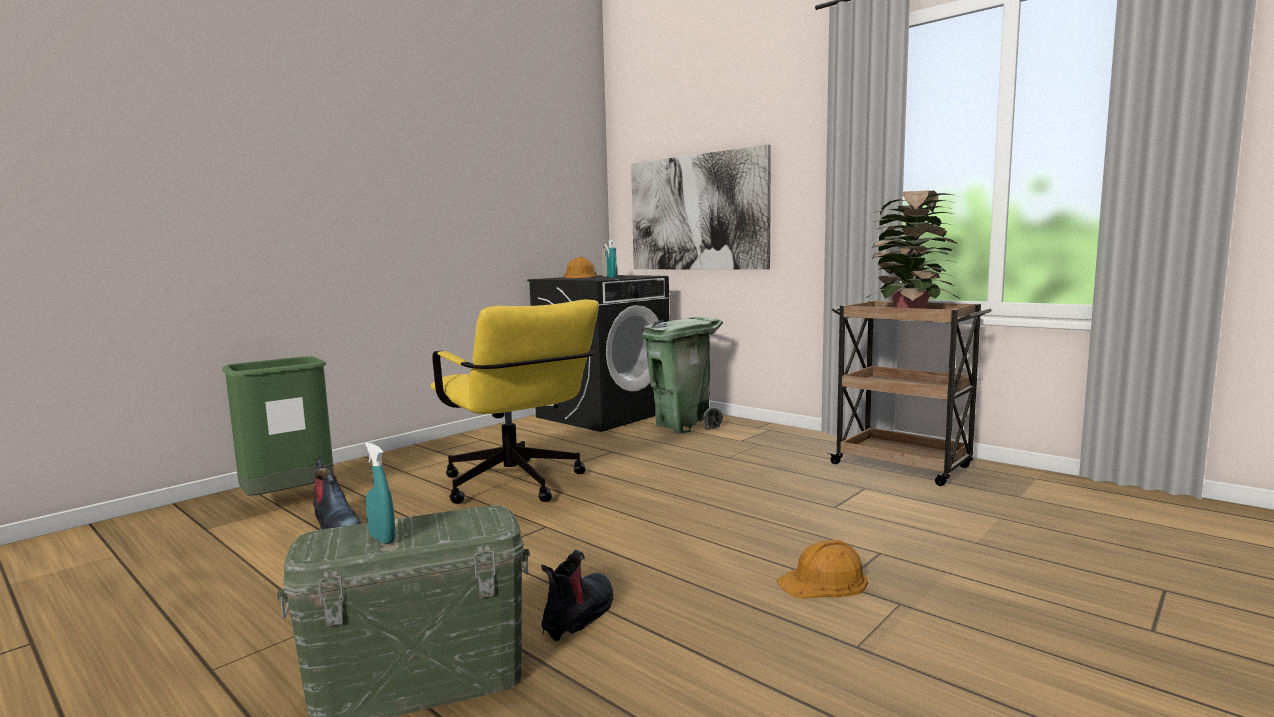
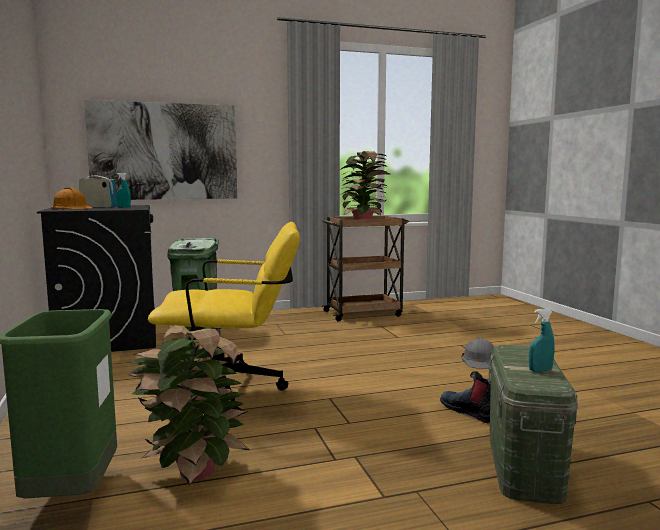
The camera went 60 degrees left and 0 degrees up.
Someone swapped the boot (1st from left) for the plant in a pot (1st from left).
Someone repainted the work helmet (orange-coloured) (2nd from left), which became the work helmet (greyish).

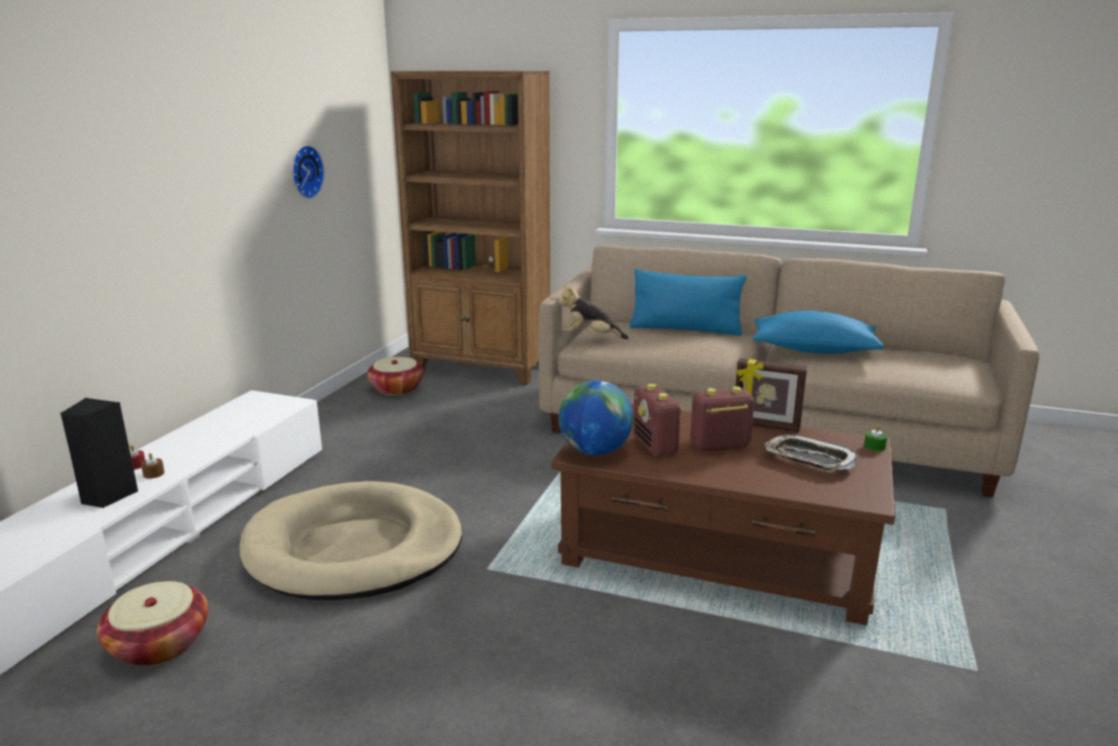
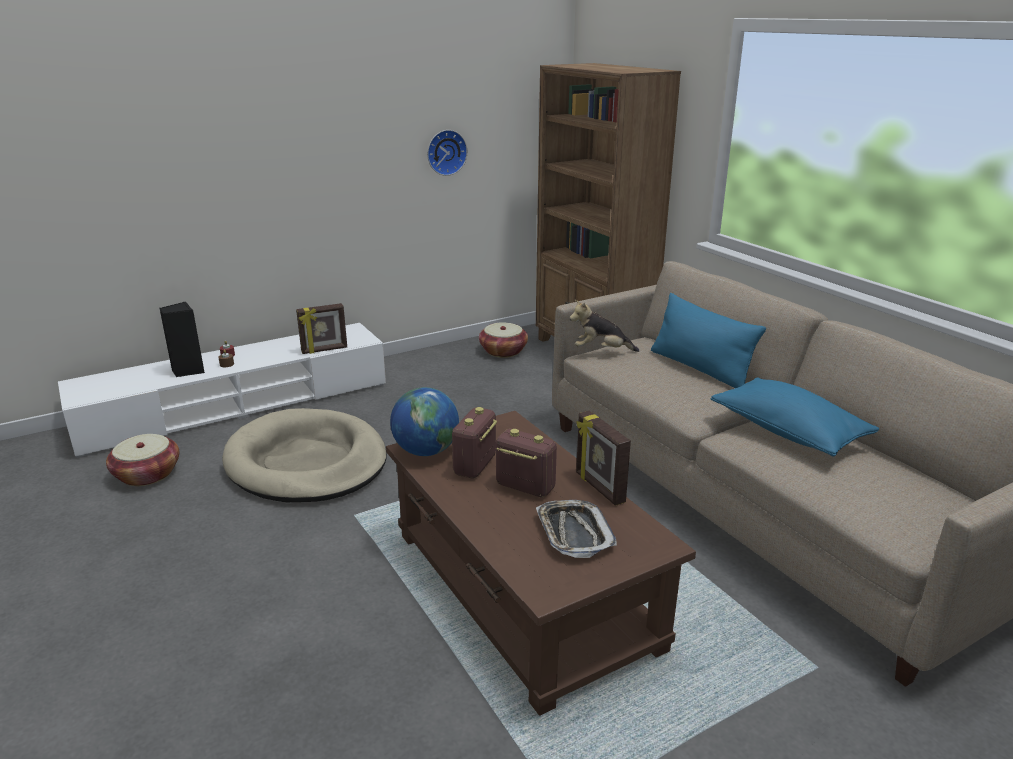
The camera went 40 degrees right and 5 degrees up.
Someone rotated the plush toy by 45 degrees counterclockwise.
Someone took away the wax candle (greenish).
Someone put down the photo frame (1st from left).

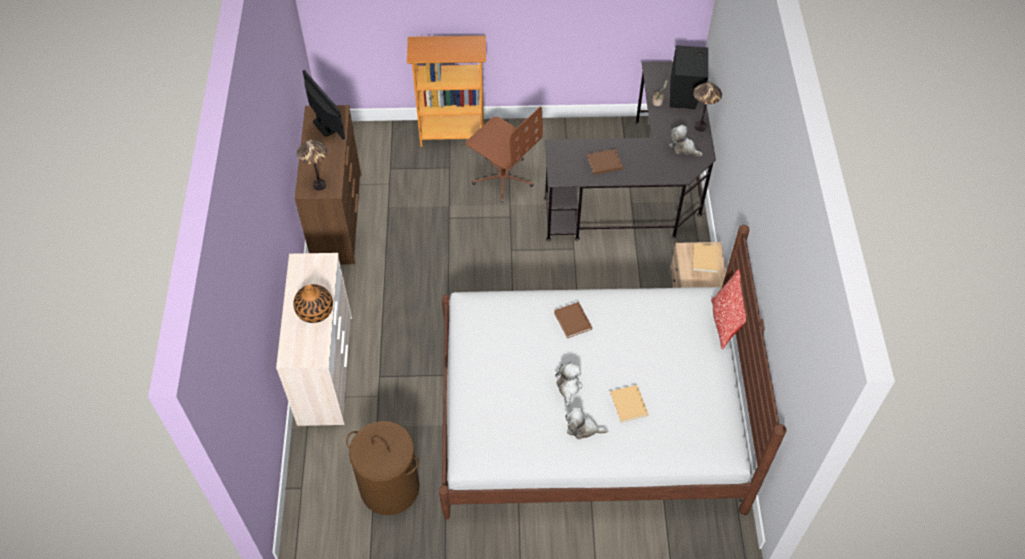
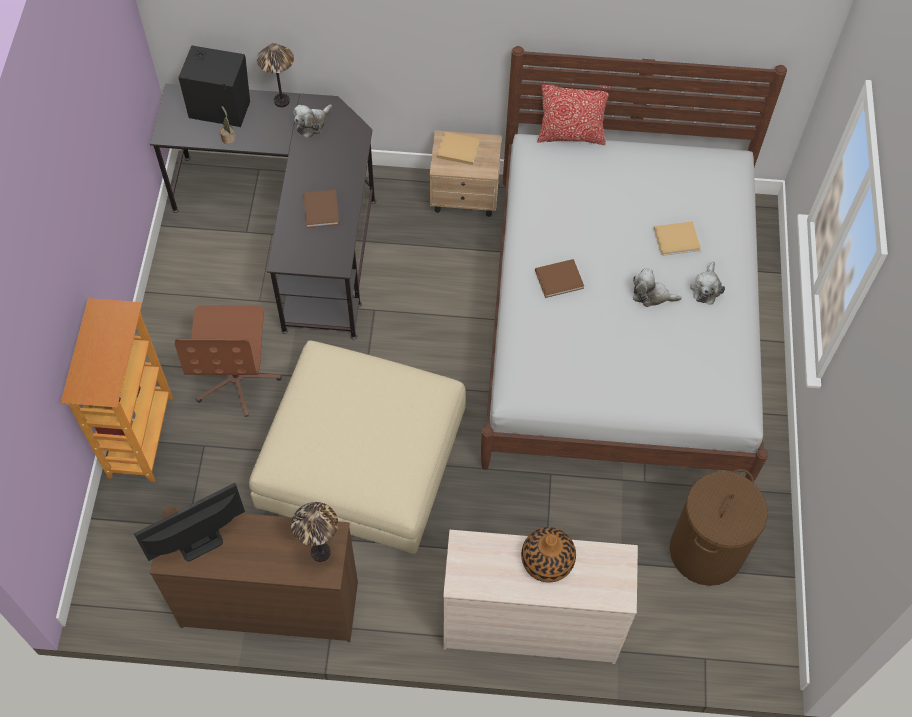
The camera went 85 degrees left and 5 degrees up.
Someone rotated the office chair (brown) by 135 degrees clockwise.
Someone put down the footrest (beige).

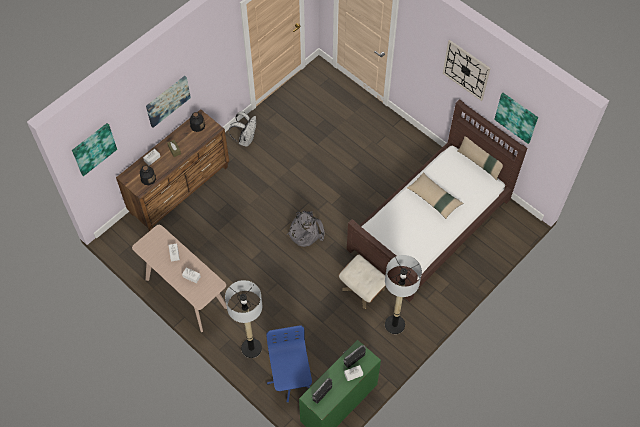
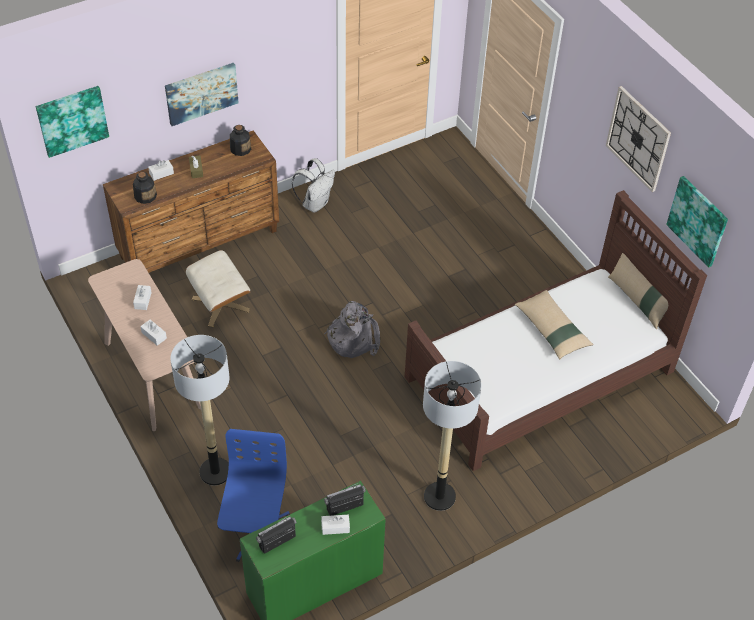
The camera went 15 degrees right and 10 degrees down.
Someone carried the footrest (beige).

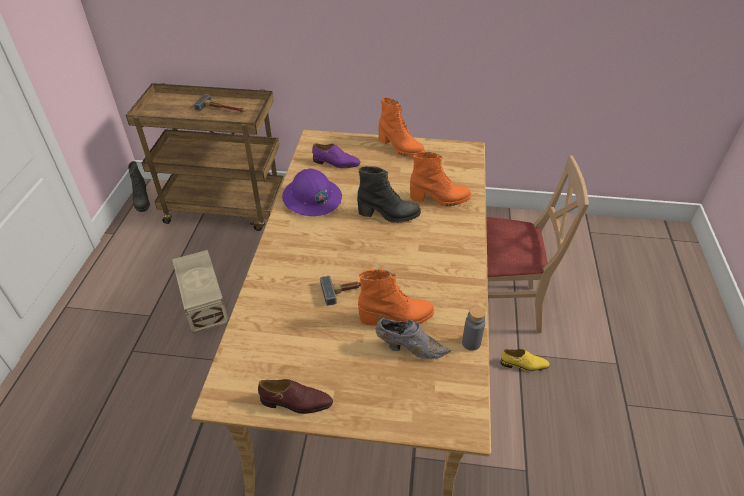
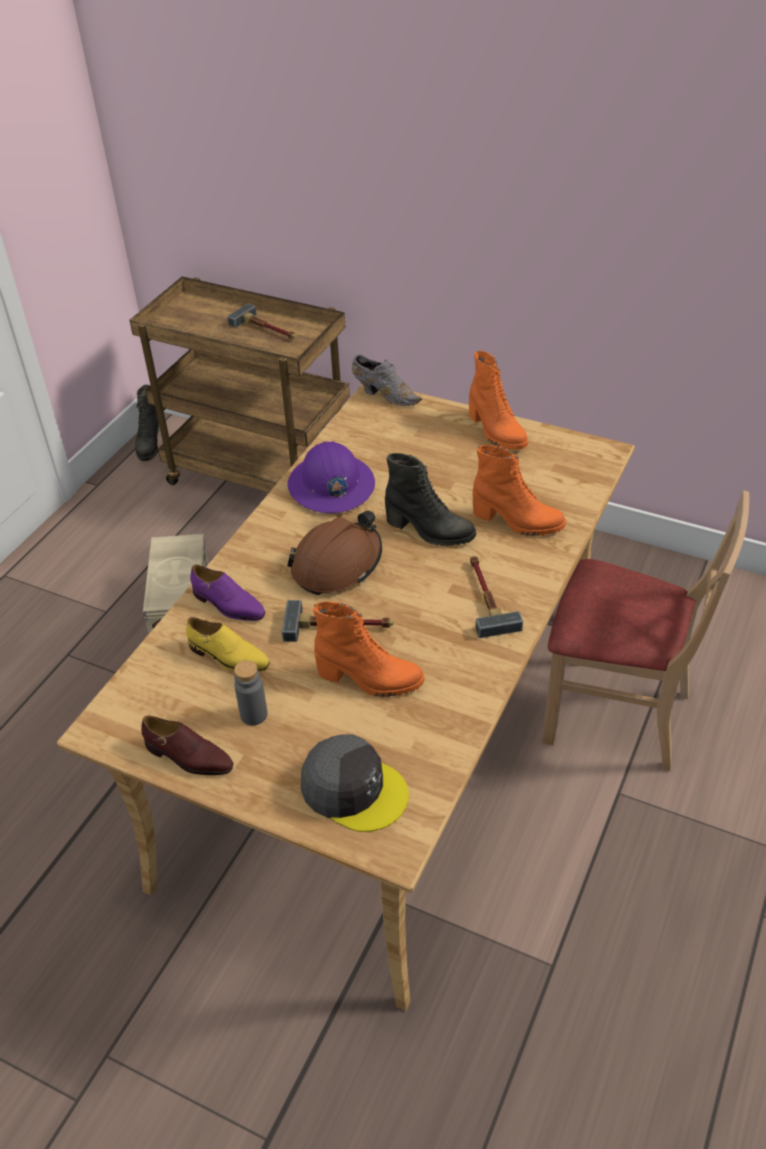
The camera went 20 degrees right and 0 degrees up.
Someone carried the shoe (purplish).
Someone carried the shoe (greyish).
Someone carried the beverage bottle (greyish).
Someone carried the shoe (yellow-coloured).
Someone put down the work helmet (brown).
Someone put down the peaked cap (greyish).
Someone put down the hammer (3rd from left).

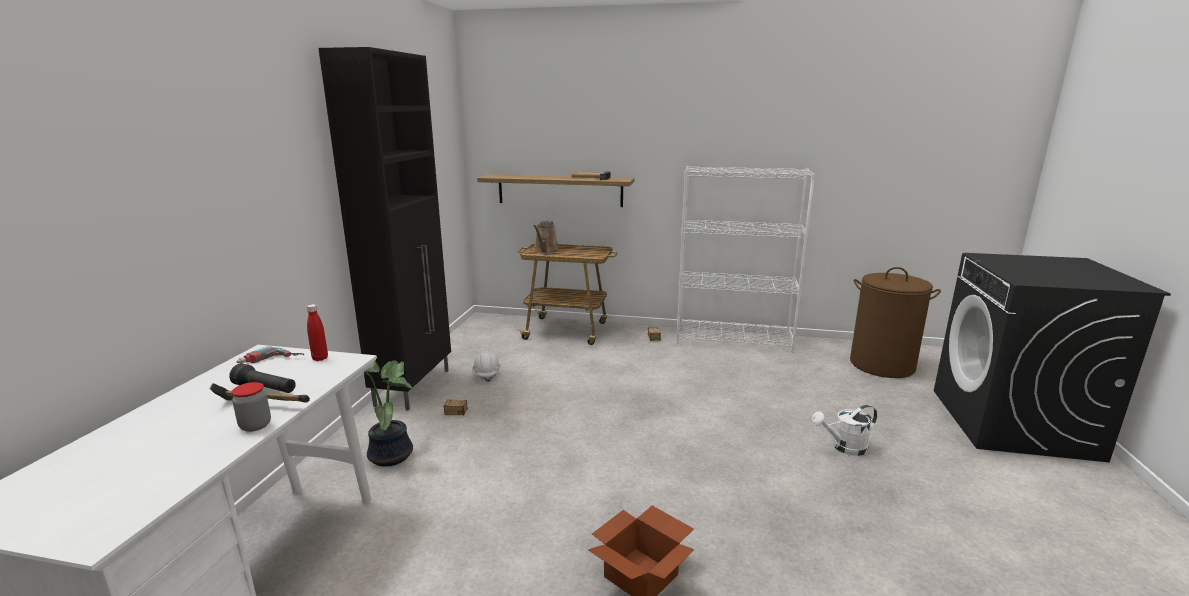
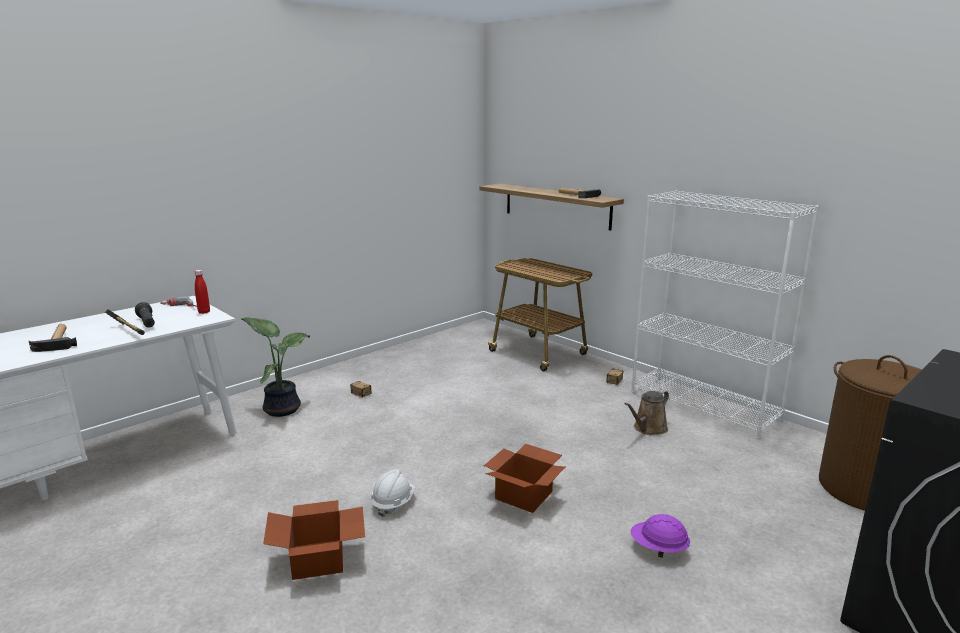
The camera went 35 degrees right and 0 degrees up.
Someone took away the preserve jar.
Someone took away the cabinet (blackish).
Someone carried the work helmet (white).
Someone carried the watering can (brown).
Someone swapped the watering can (white) for the work helmet (purplish).
Someone put down the hammer (1st from left).
Someone put down the carton (2nd from left).

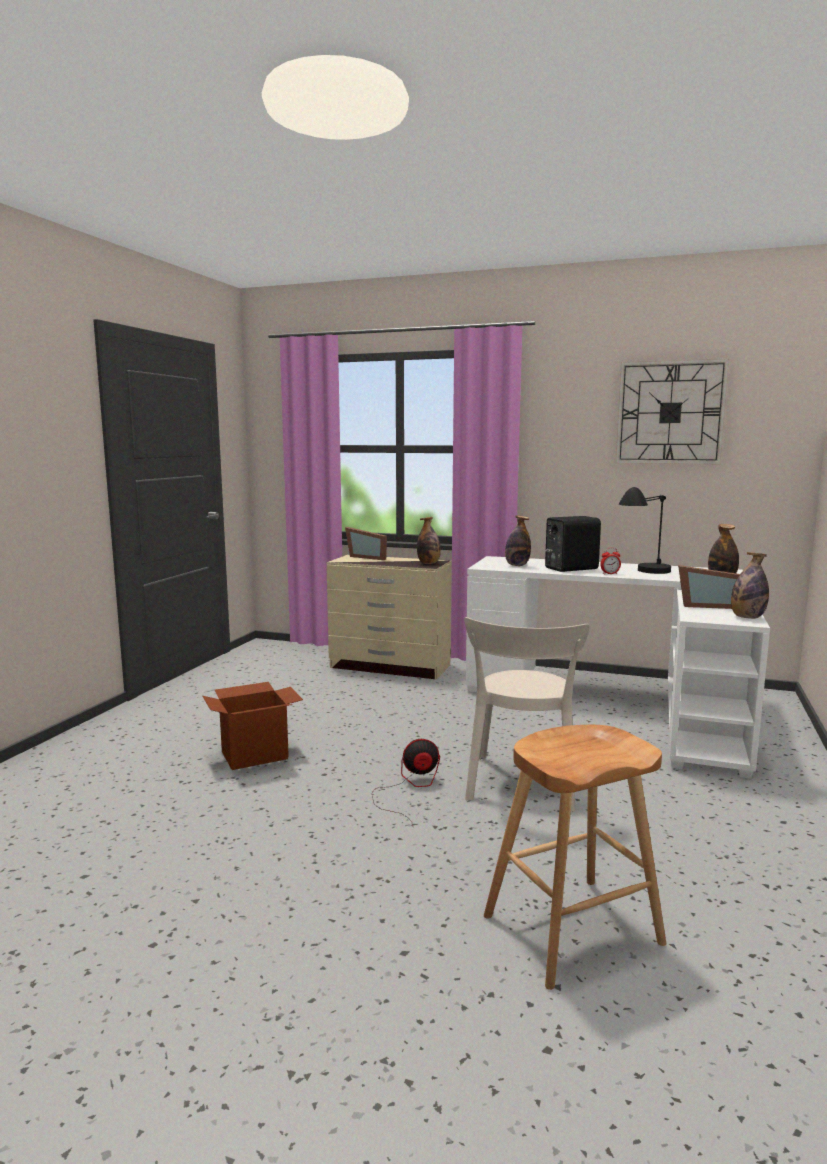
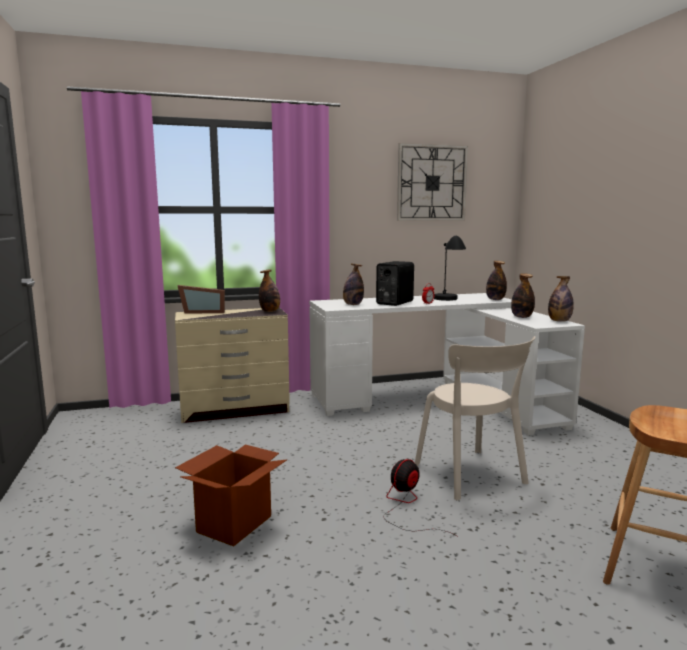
The camera went 35 degrees left and 0 degrees up.
Someone swapped the photo frame (2nd from left) for the beverage bottle (4th from left).

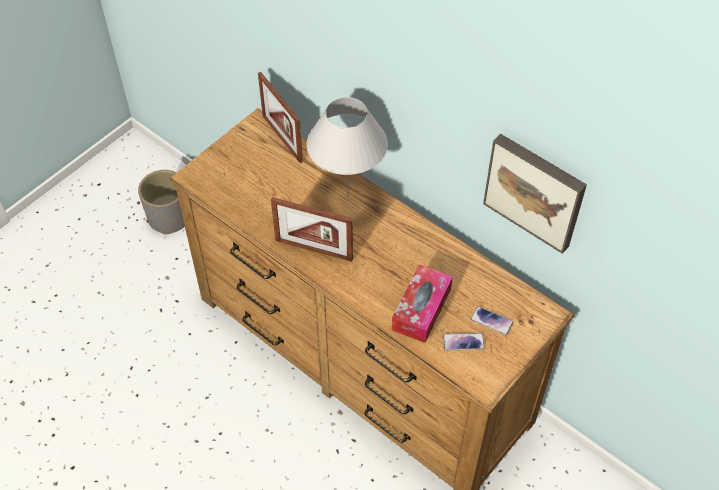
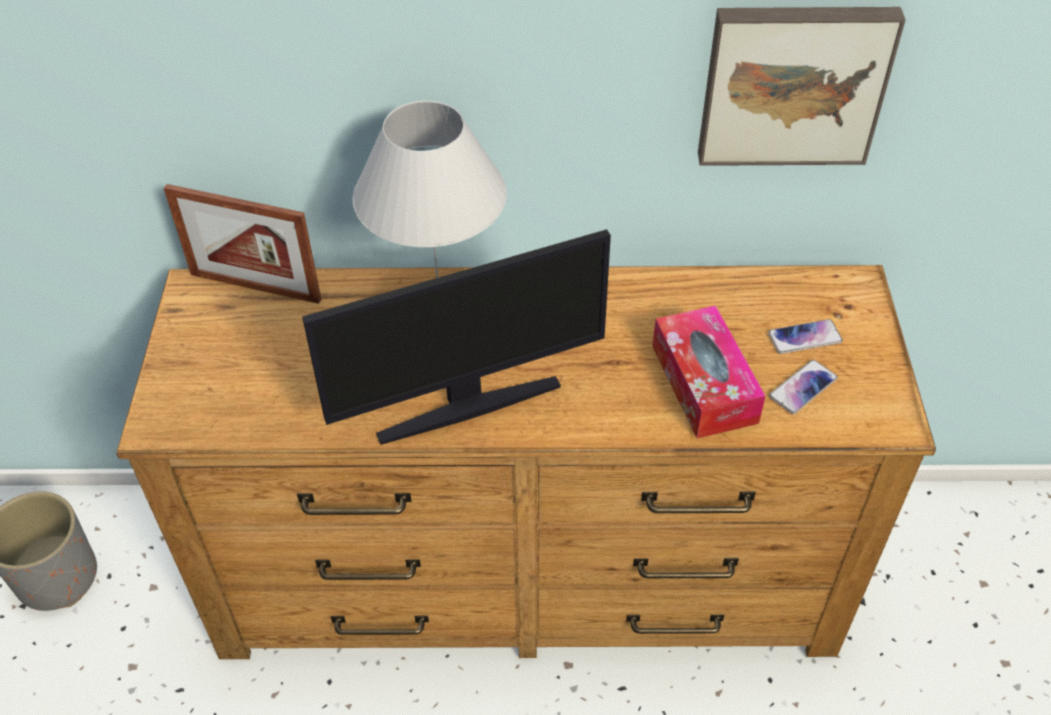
The camera went 40 degrees left and 5 degrees down.
Someone swapped the photo frame (2nd from left) for the monitor.

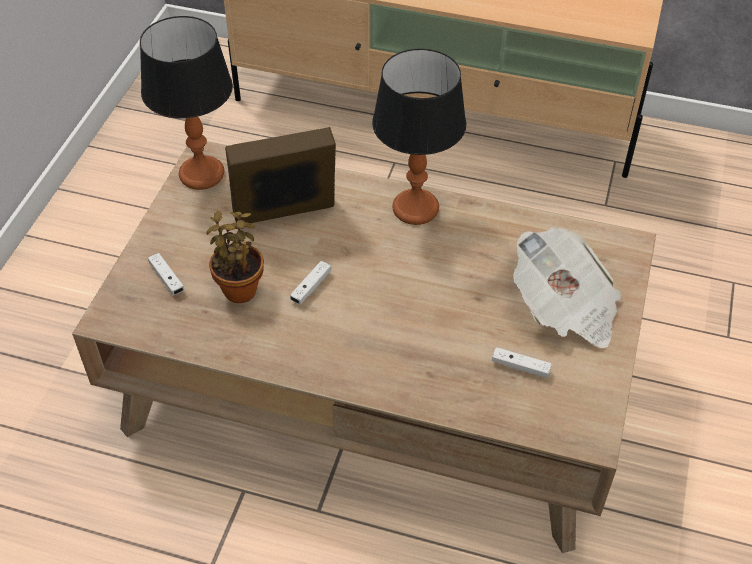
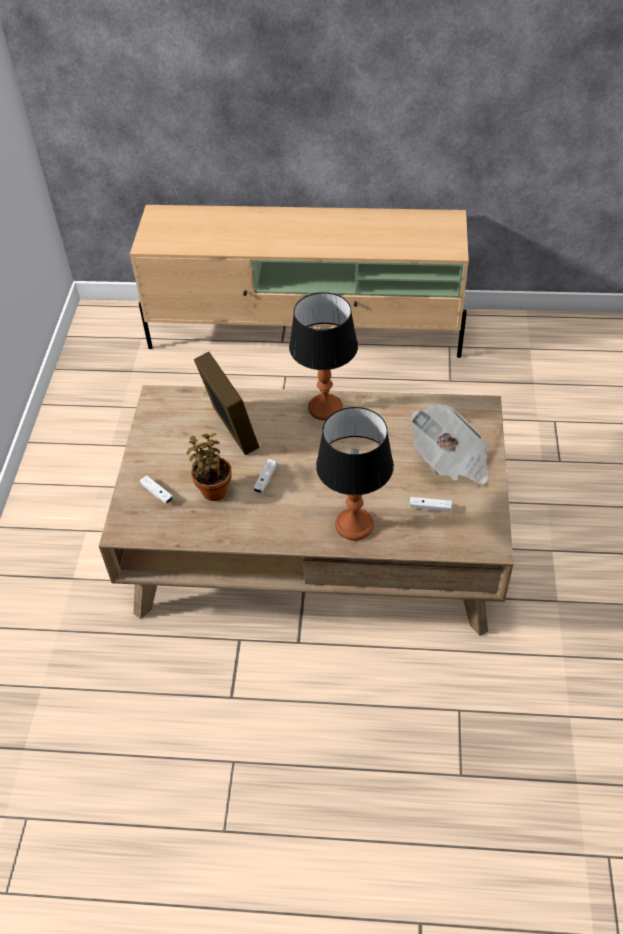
The camera went 10 degrees left and 0 degrees up.
Someone carried the table lamp (1st from left in the first image).
Someone rotated the photo frame by 90 degrees clockwise.

